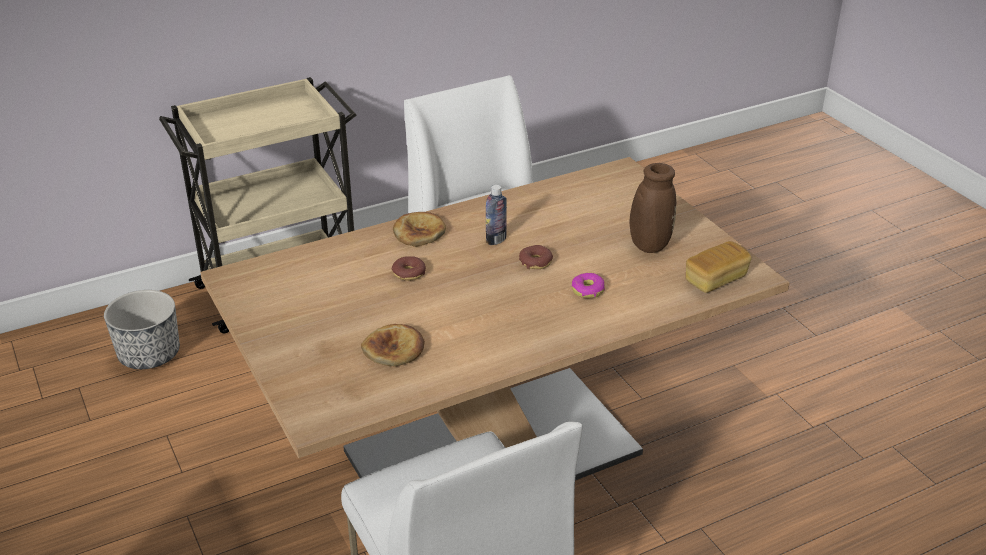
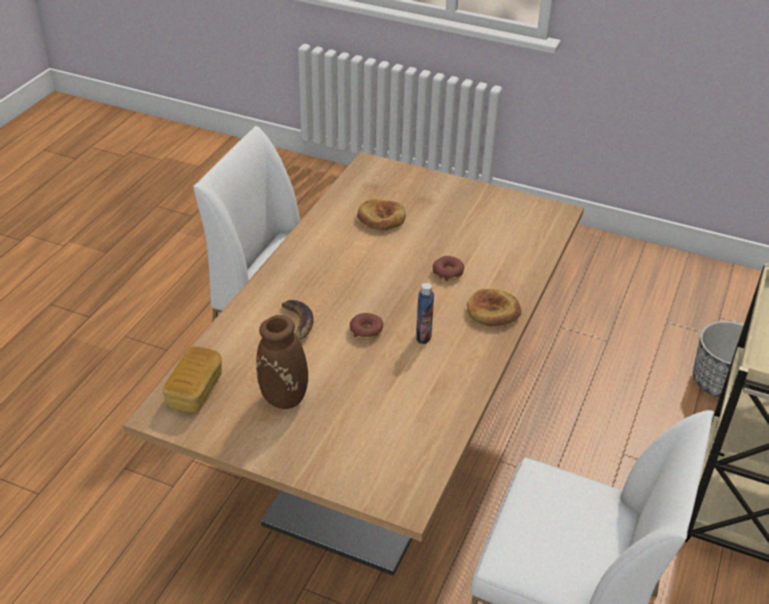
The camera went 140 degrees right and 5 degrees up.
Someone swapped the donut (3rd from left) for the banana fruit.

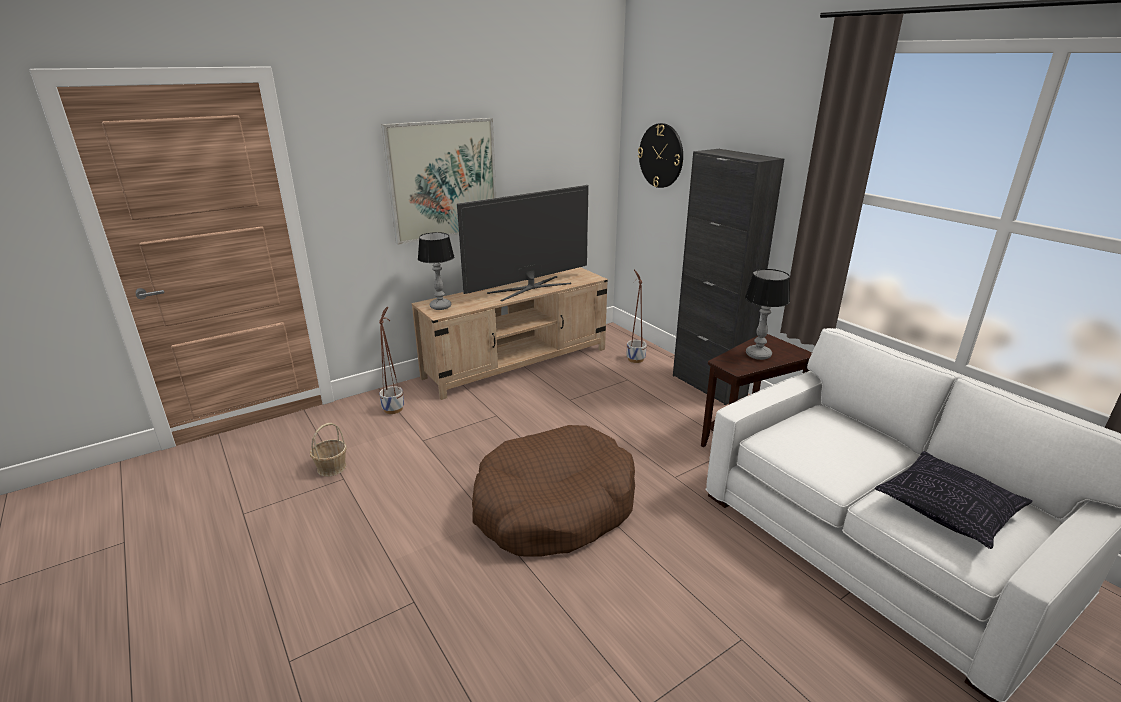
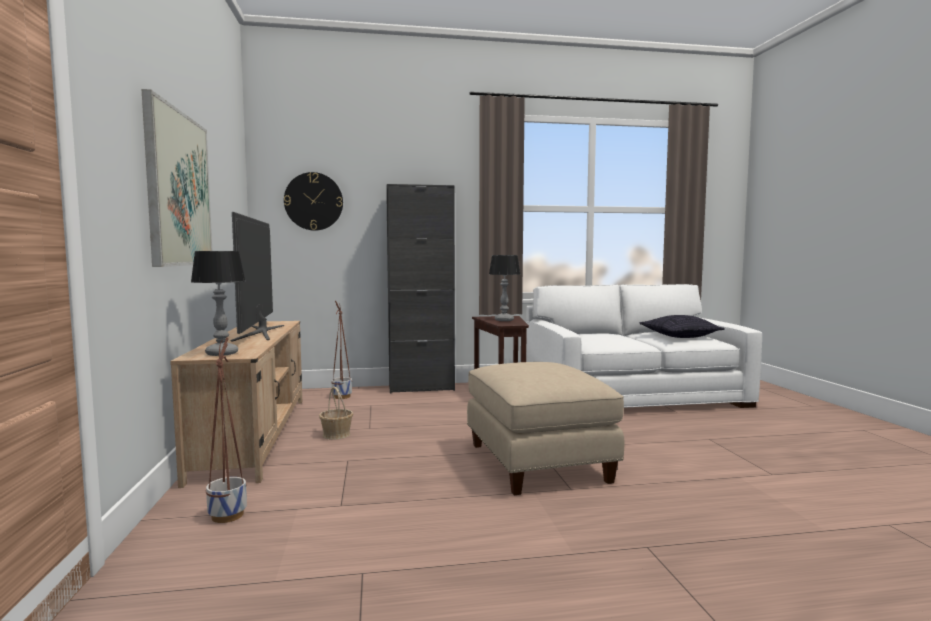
The camera went 65 degrees left and 20 degrees down.
Someone carried the storage basket.
Someone swapped the dog cushion (brown) for the footrest (beige).

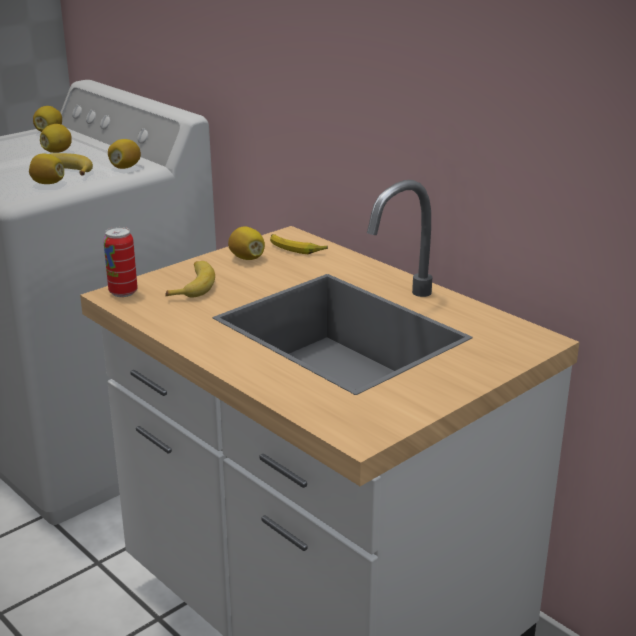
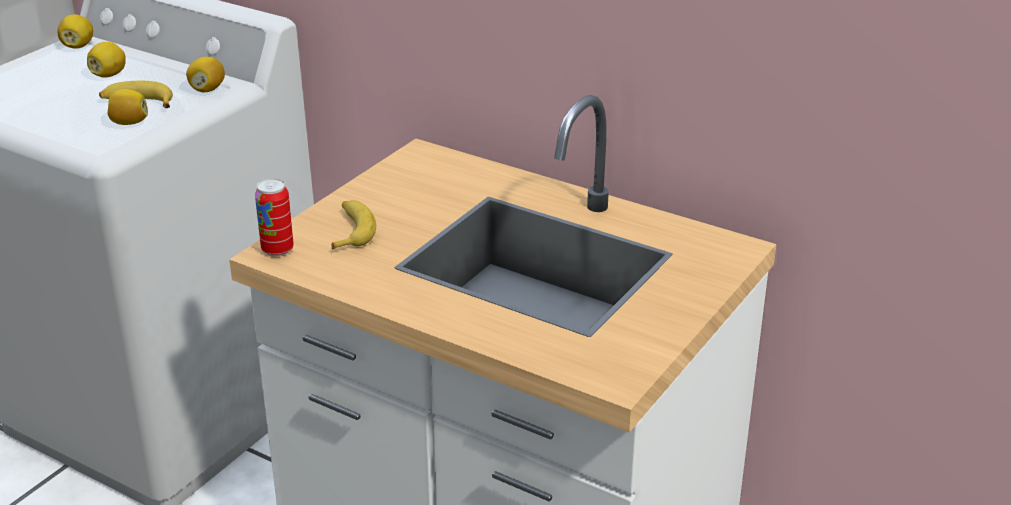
The camera went 15 degrees left and 5 degrees up.
Someone took away the citrus fruit (5th from left).
Someone took away the banana fruit (3rd from left).

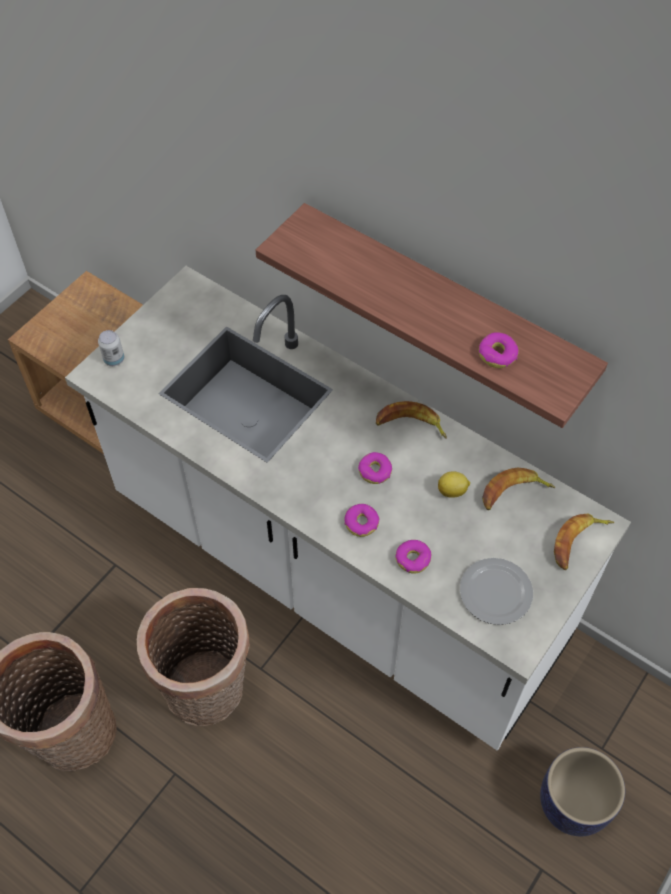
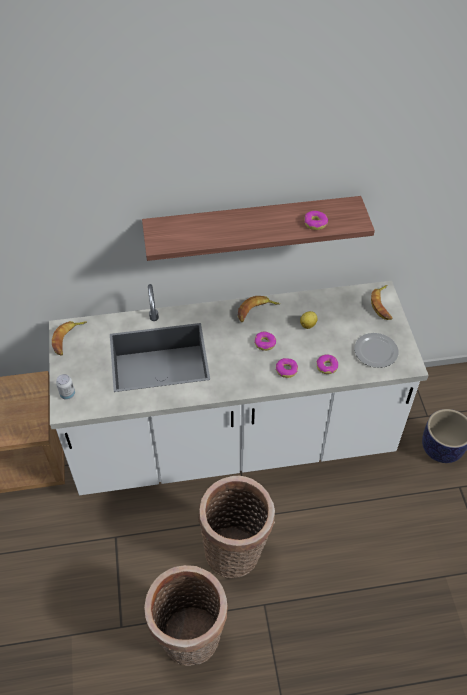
The camera went 45 degrees left and 5 degrees down.
Someone carried the banana fruit (2nd from left in the first image).

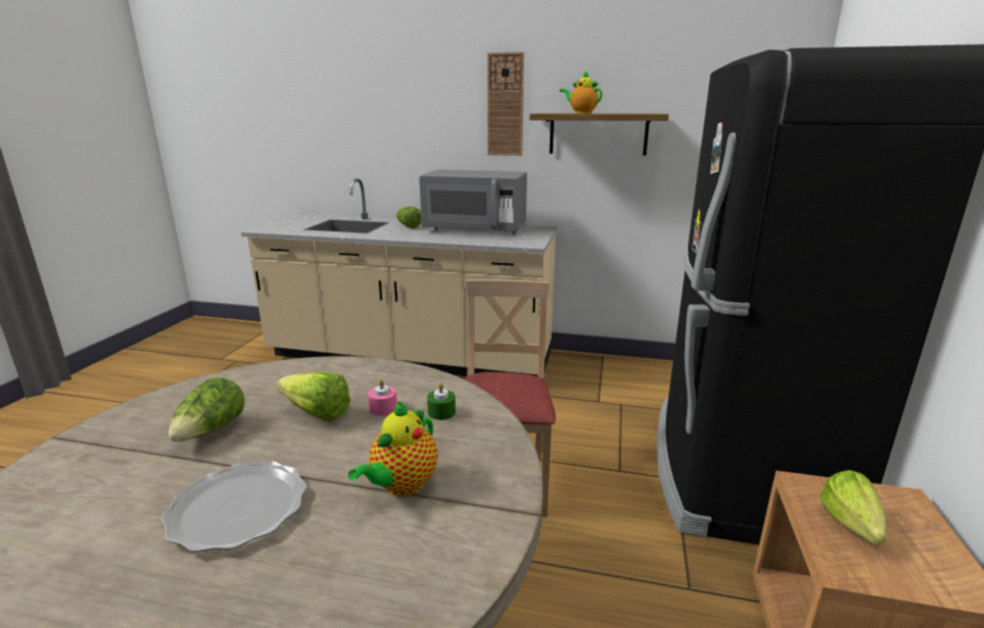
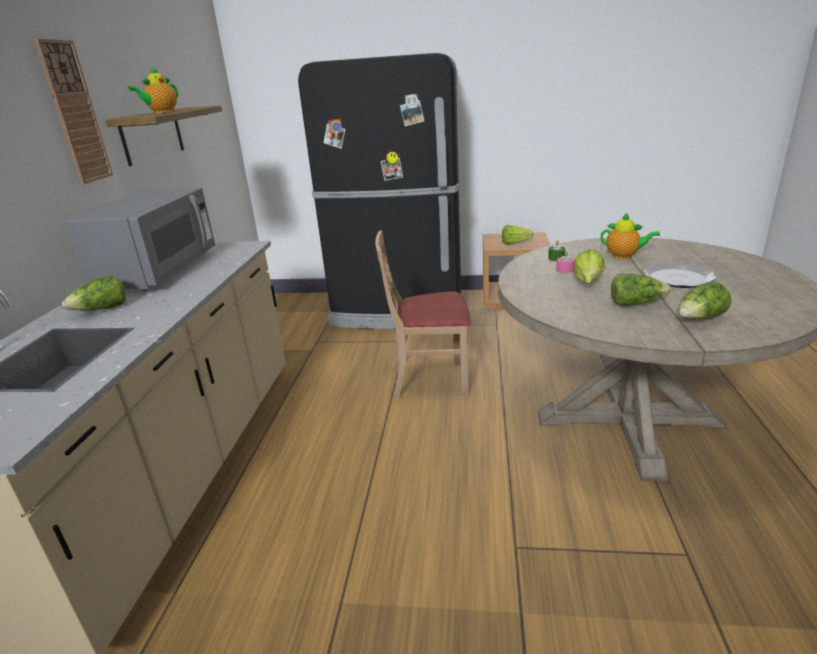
The camera went 95 degrees left and 5 degrees up.
Someone put down the lettuce head (5th from left).

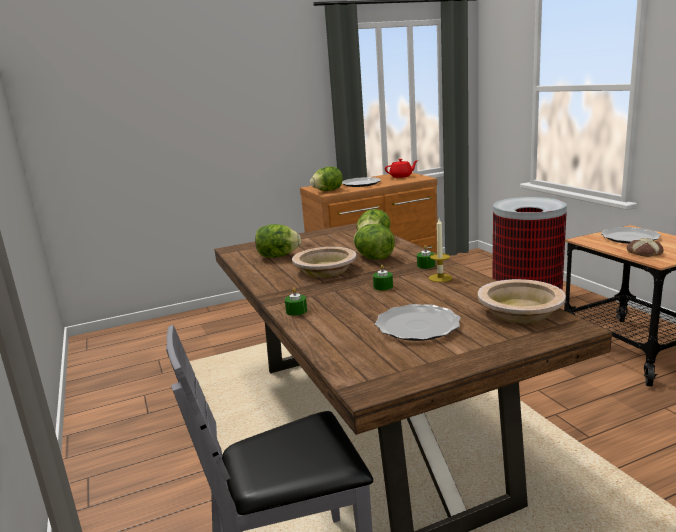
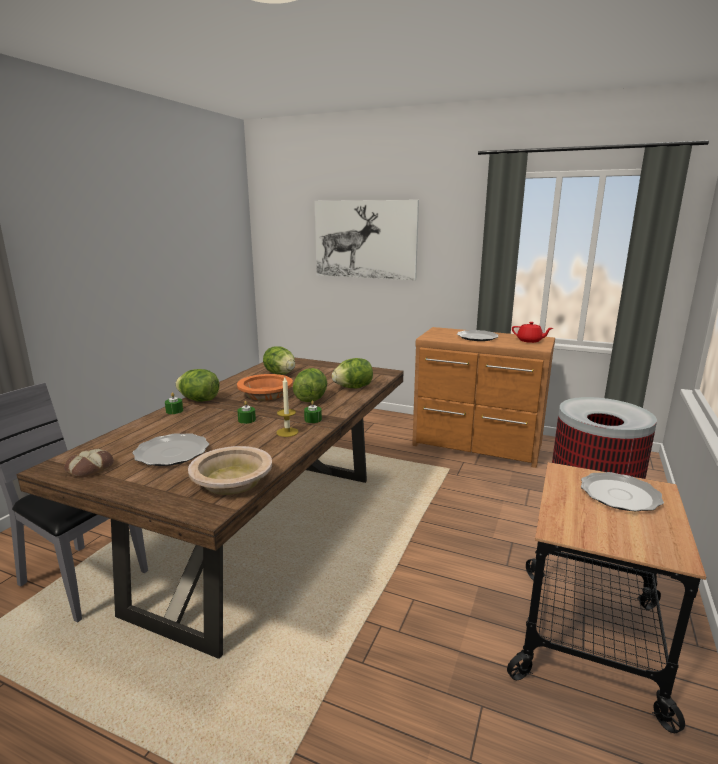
The camera went 45 degrees right and 0 degrees up.
Someone repainted the serving bowl (beige) (1st from left), which became the serving bowl (orange-coloured).
Someone carried the lettuce head (2nd from left in the first image).
Someone carried the bread.
Someone put up the wall art.

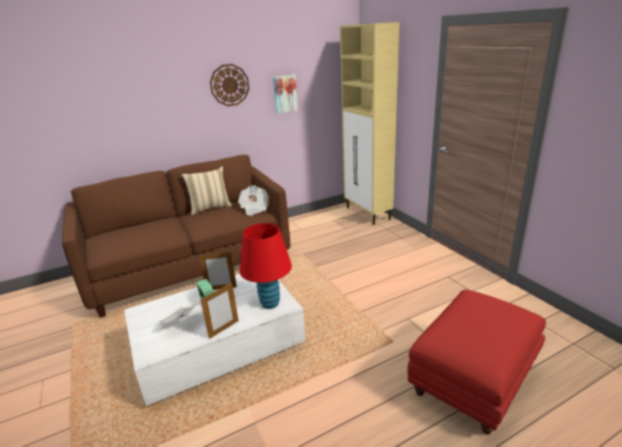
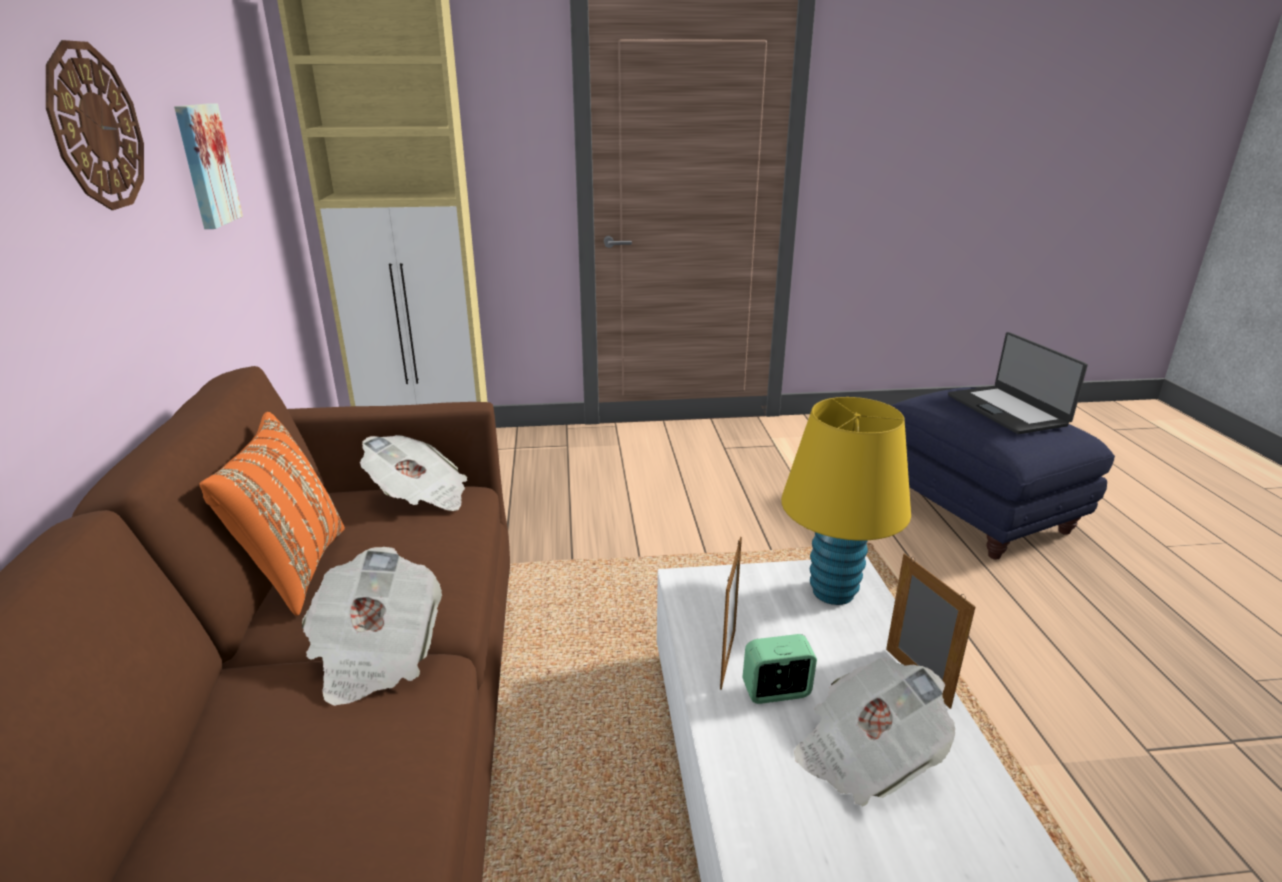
The camera went 70 degrees left and 0 degrees up.
Someone repainted the cushion (beige), which became the cushion (orange-coloured).
Someone repainted the table lamp (reddish), which became the table lamp (yellow-coloured).
Someone repainted the footrest (reddish), which became the footrest (blue).
Someone put down the daily paper (1st from left).
Someone put down the portable computer.

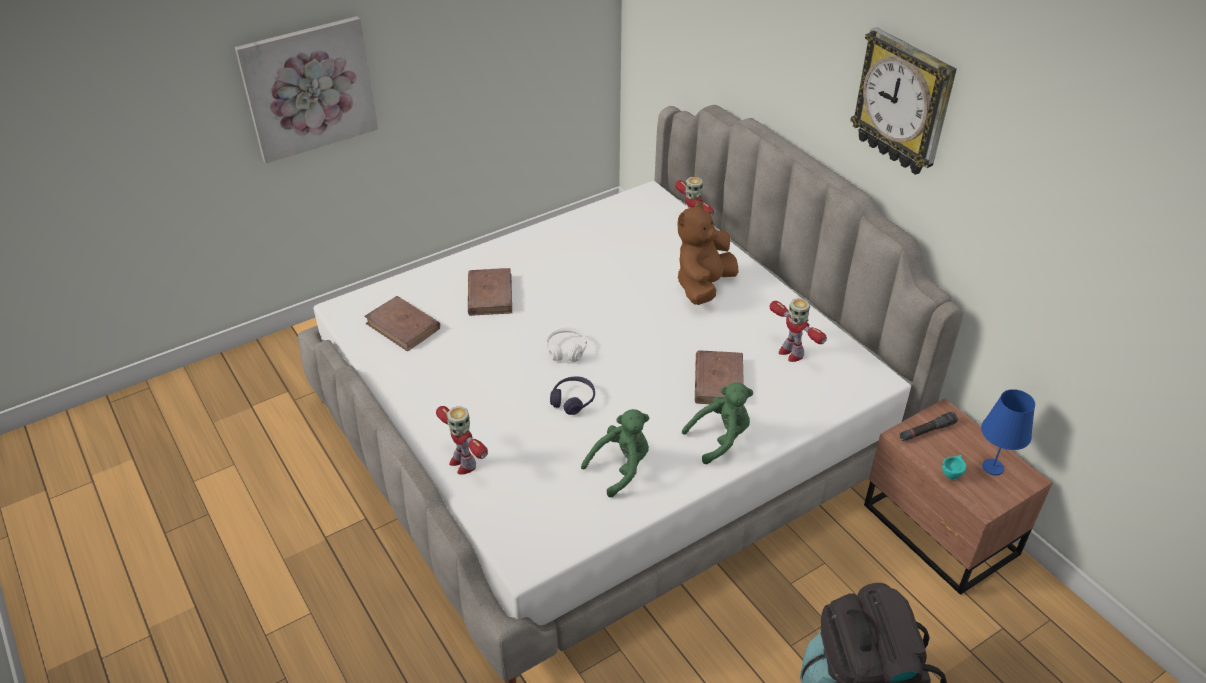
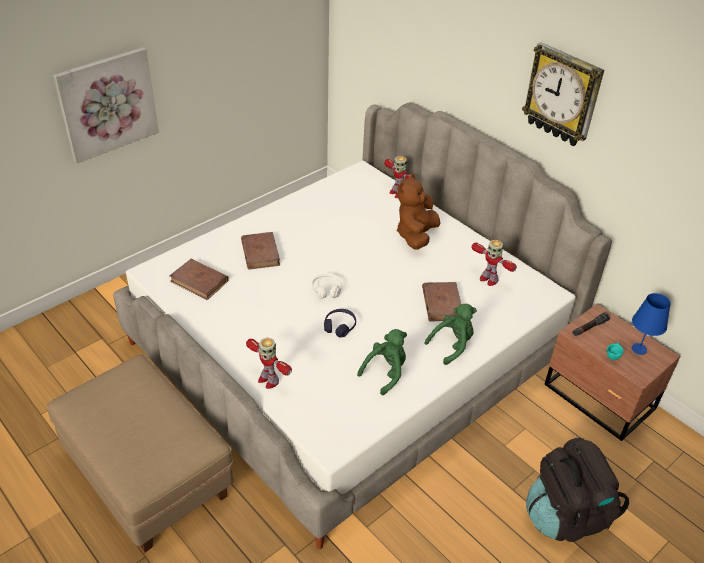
The camera went 10 degrees left and 0 degrees up.
Someone put down the footrest (beige).

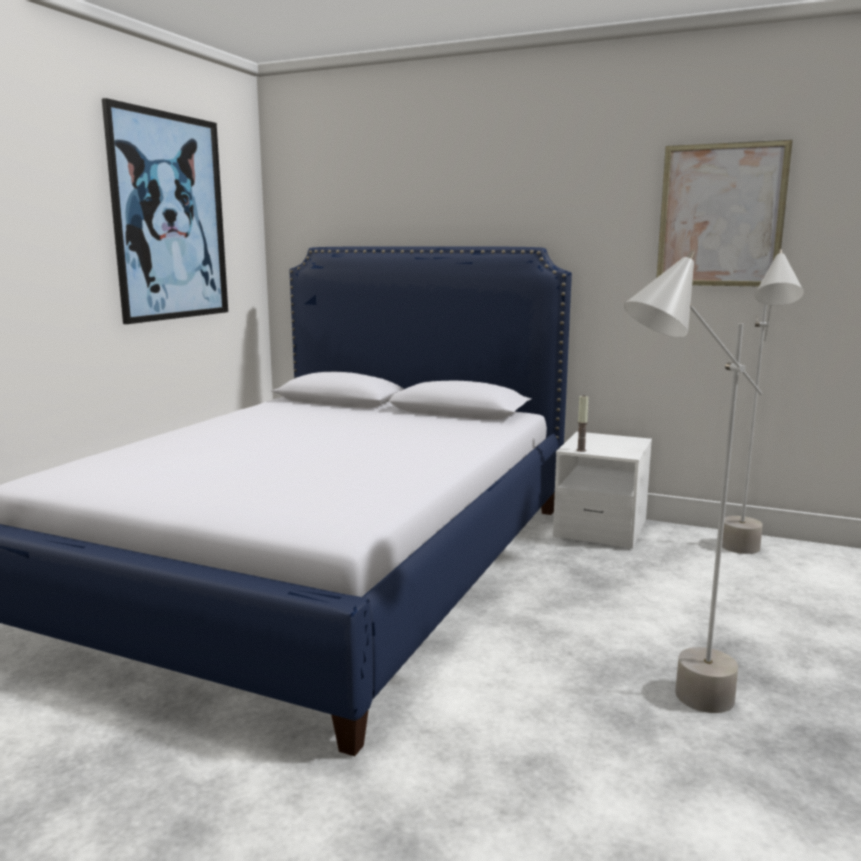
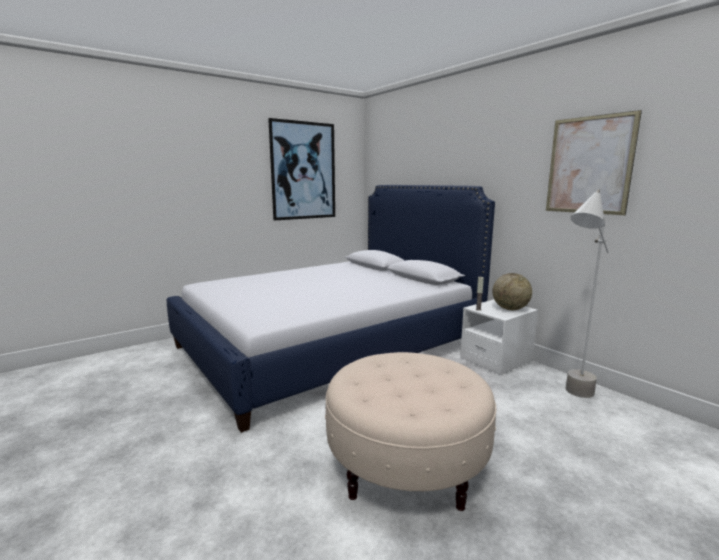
The camera went 30 degrees right and 0 degrees up.
Someone swapped the floor lamp (greyish) (1st from left) for the footrest (beige).
Someone put down the desk globe.

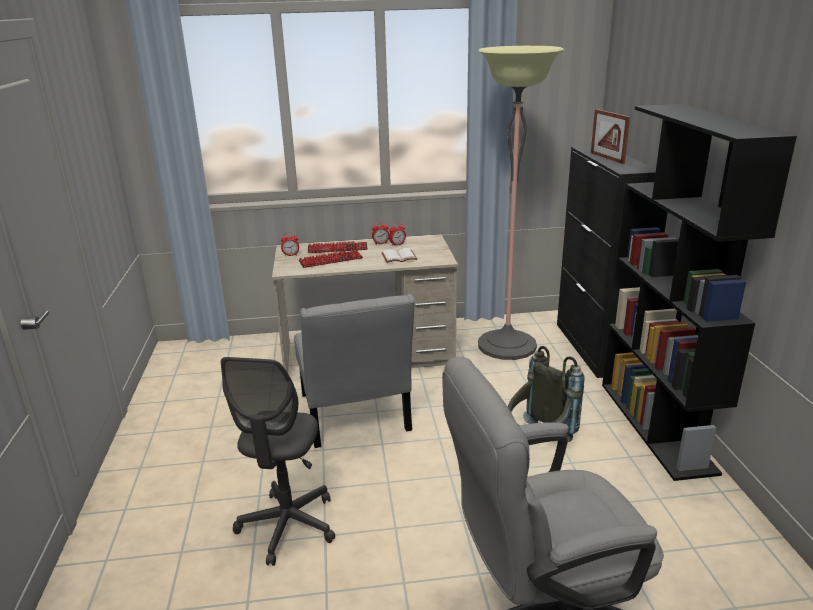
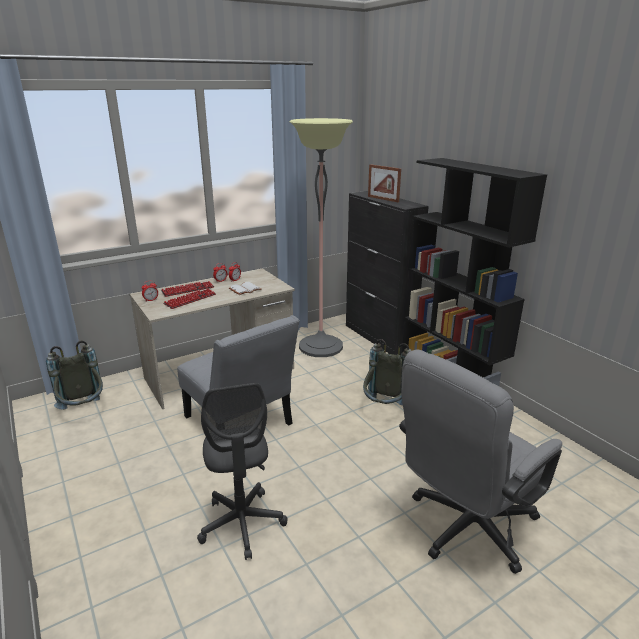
The camera went 25 degrees left and 0 degrees up.
Someone put down the rucksack (greyish) (1st from left).

